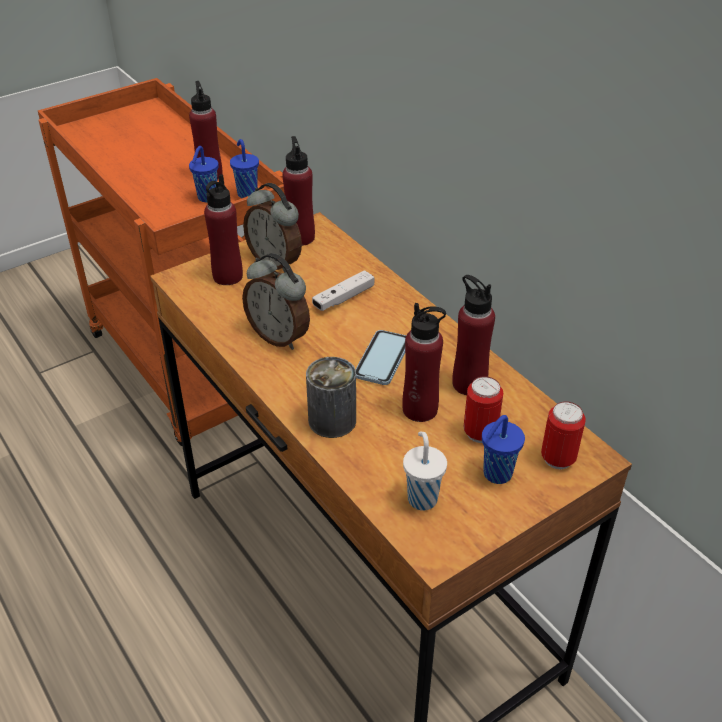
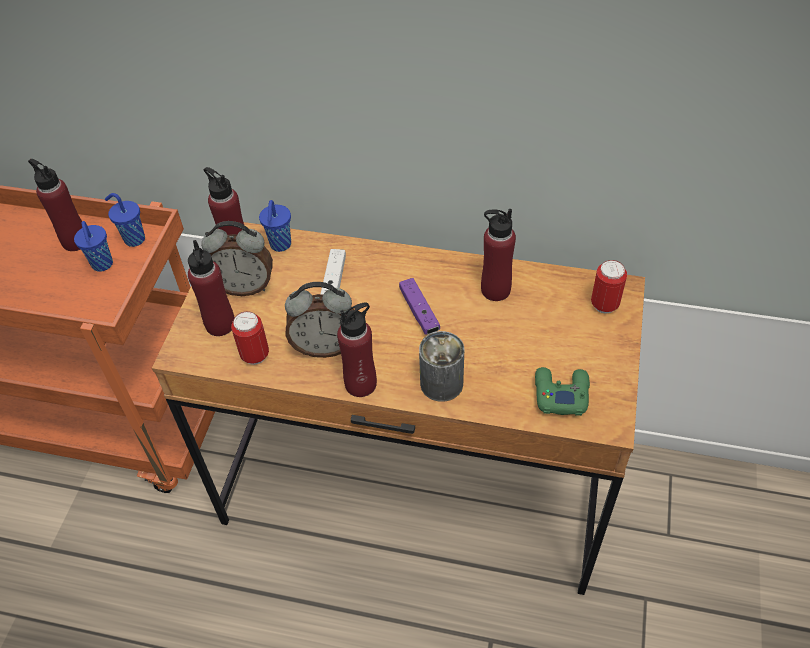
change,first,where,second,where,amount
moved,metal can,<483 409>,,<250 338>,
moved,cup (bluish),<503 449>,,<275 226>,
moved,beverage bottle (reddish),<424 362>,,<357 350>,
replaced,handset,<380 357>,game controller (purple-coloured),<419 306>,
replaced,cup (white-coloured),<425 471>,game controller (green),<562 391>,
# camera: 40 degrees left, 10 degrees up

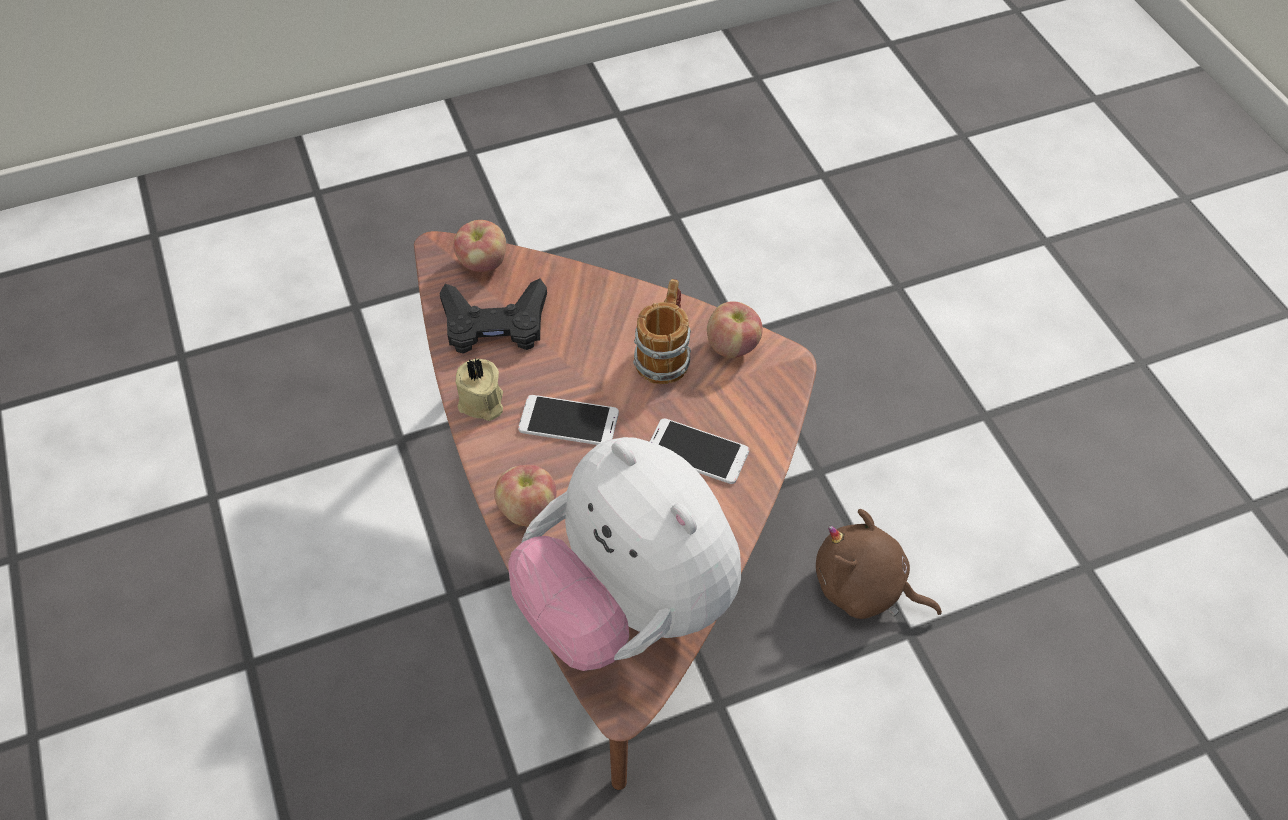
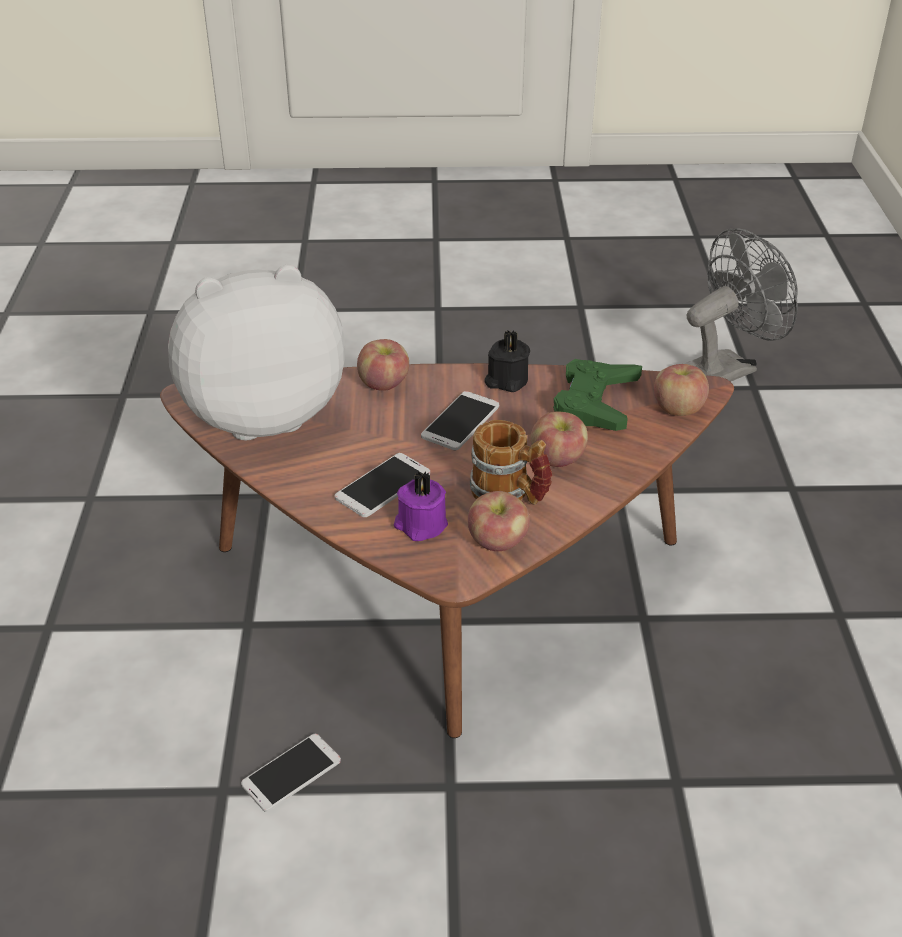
change,first,where,second,where,amount
replaced,cuddly toy (brown),<879 564>,handset,<291 773>,
added,,,candle (purple-coloured),<421 506>,
recoloured,candle (beige-coloured),<479 389>,candle (black),<507 361>,
added,,,apple fruit,<559 439>,
recoloured,game controller (black),<493 316>,game controller (green),<597 395>,
added,,,electric fan (grey),<741 305>,
# camera: 110 degrees right, 15 degrees down

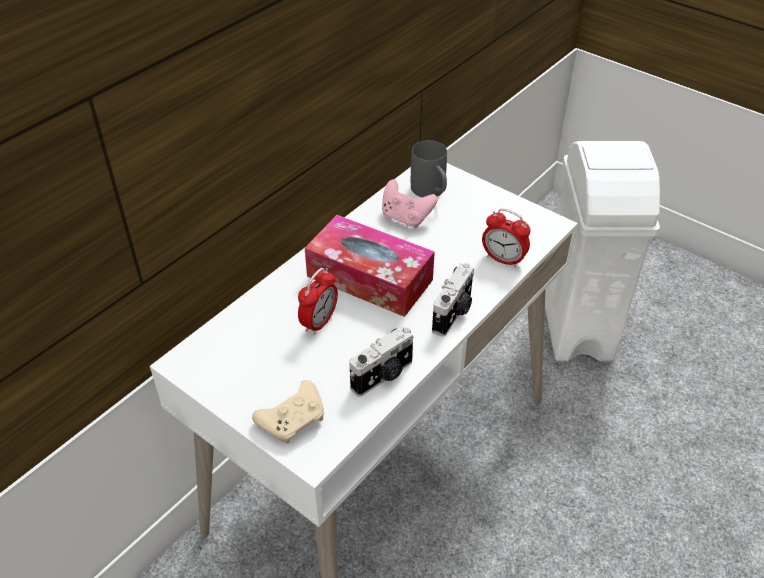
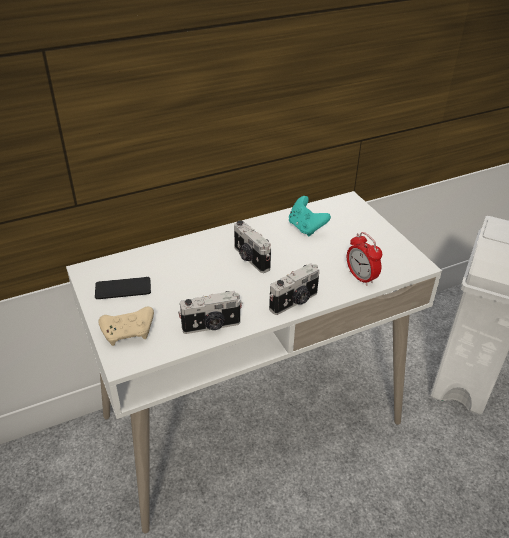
change,first,where,second,where,amount
added,,,handset,<123 288>,
replaced,tissue box,<370 266>,still camera,<252 247>,
recoloured,game controller (pink),<410 203>,game controller (turquoise),<310 216>,
removed,bedside clock,<318 301>,,,
removed,mug (grey),<429 168>,,,
# camera: 25 degrees right, 5 degrees down

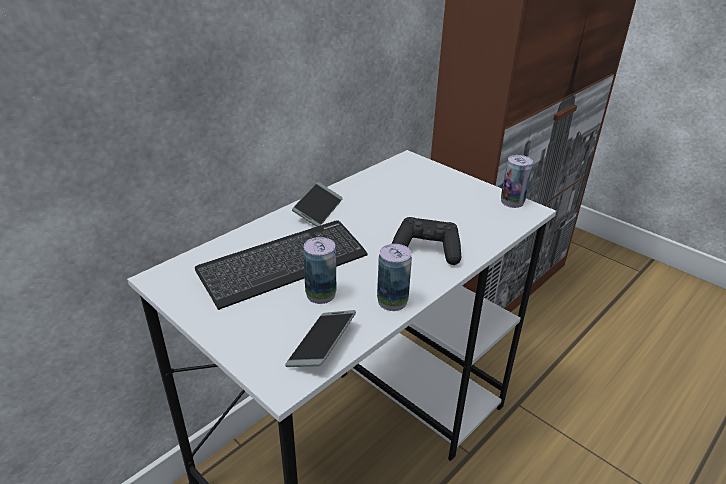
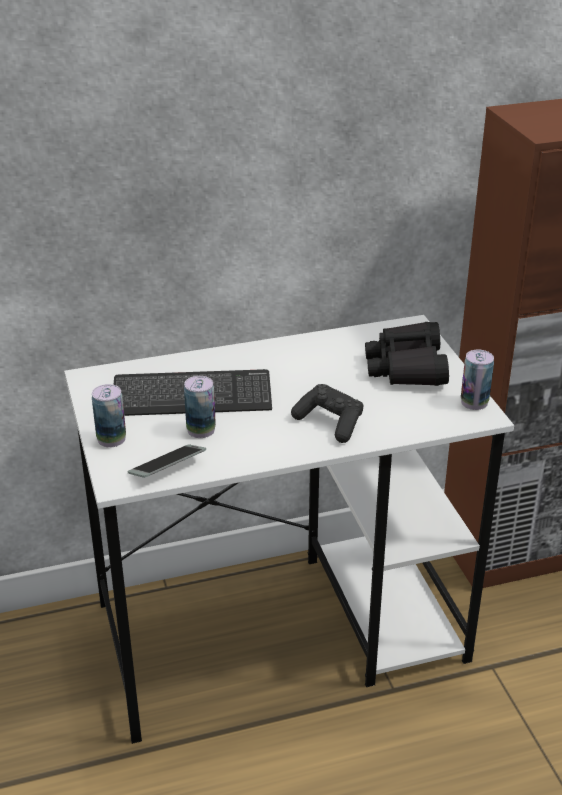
change,first,where,second,where,amount
moved,metal can,<394 277>,,<109 416>,
added,,,binoculars (black),<407 354>,
removed,handset,<317 204>,,,
# camera: 30 degrees right, 0 degrees up

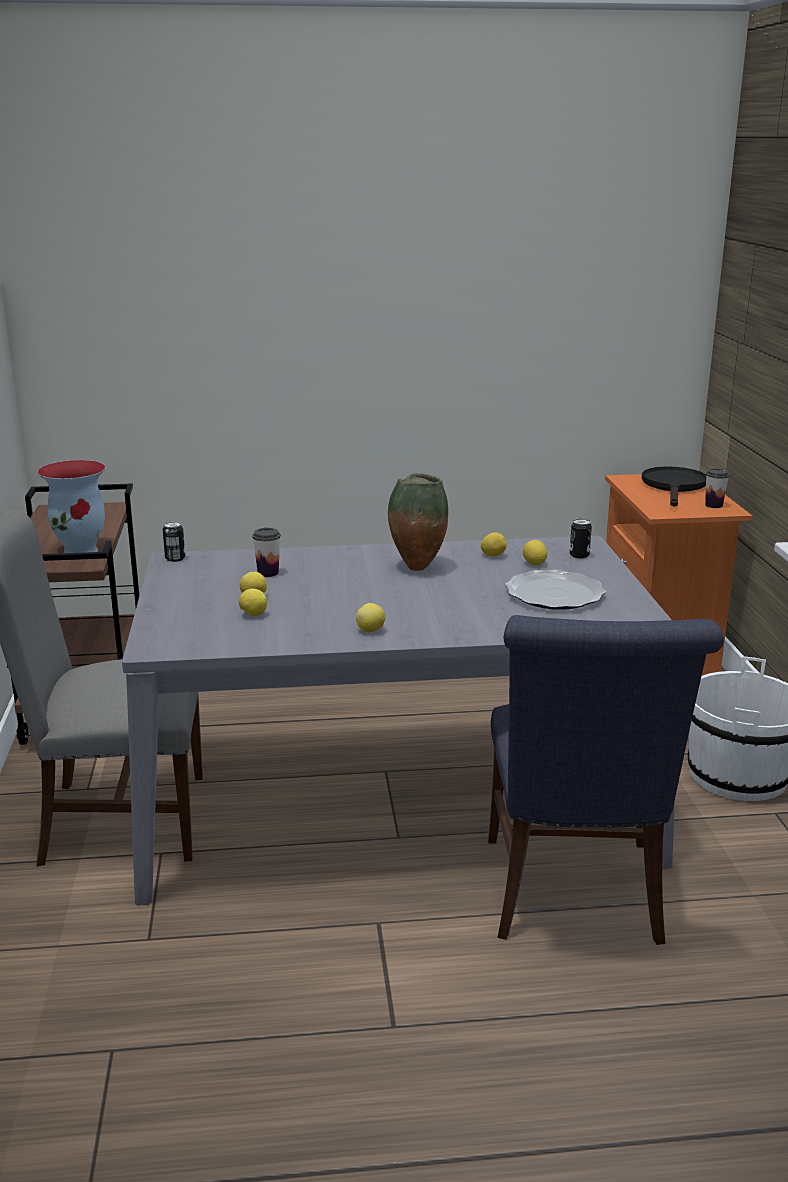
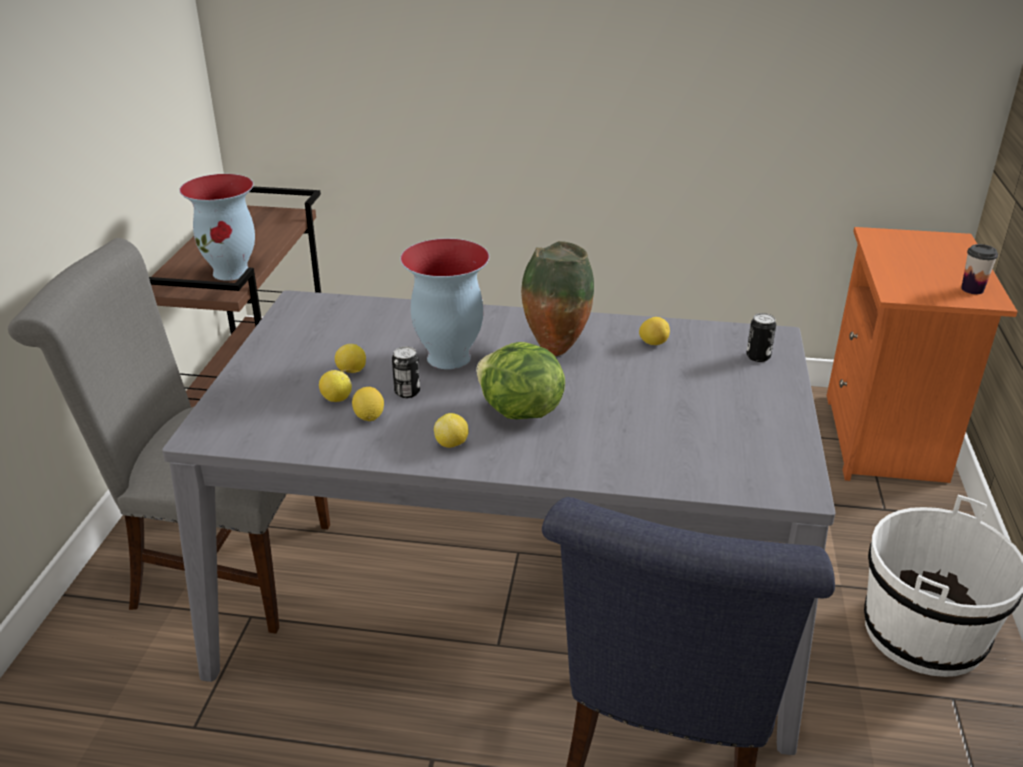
change,first,where,second,where,amount
moved,lemon,<535 552>,,<368 404>,
moved,metal can,<174 541>,,<406 372>,
added,,,decorative vase,<444 304>,
added,,,lettuce head,<520 380>,
removed,cup,<266 552>,,,
removed,plate,<555 590>,,,
removed,skillet (black),<674 486>,,,
# camera: 15 degrees right, 10 degrees up

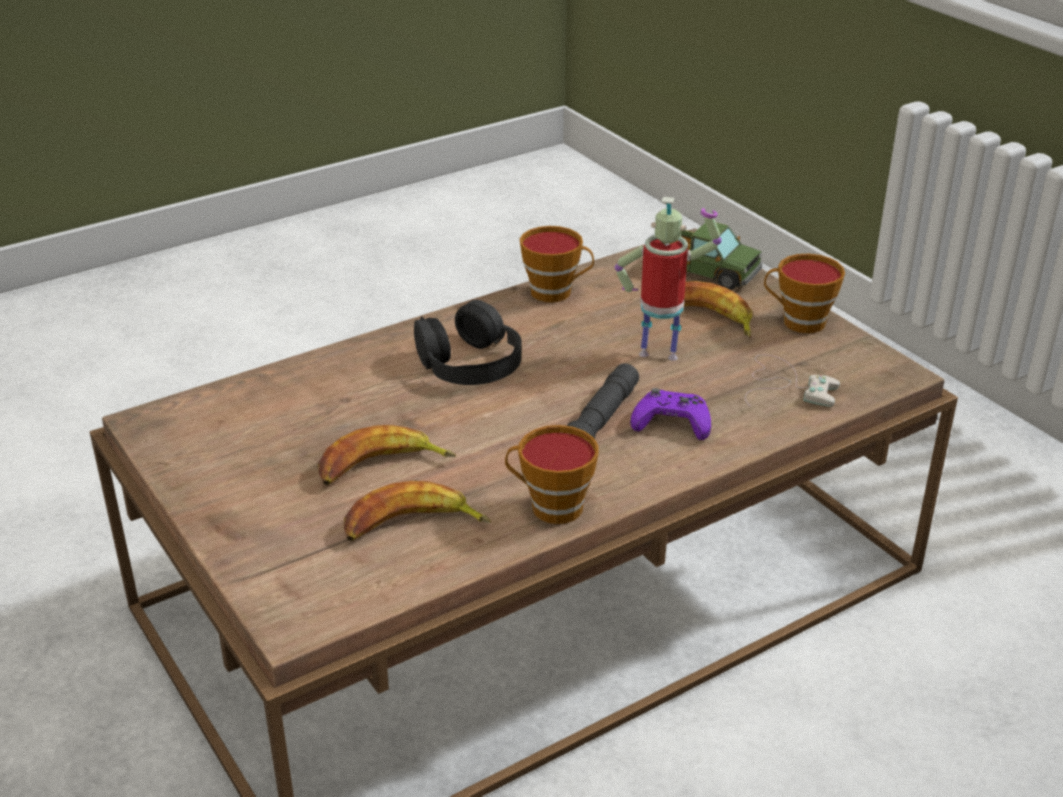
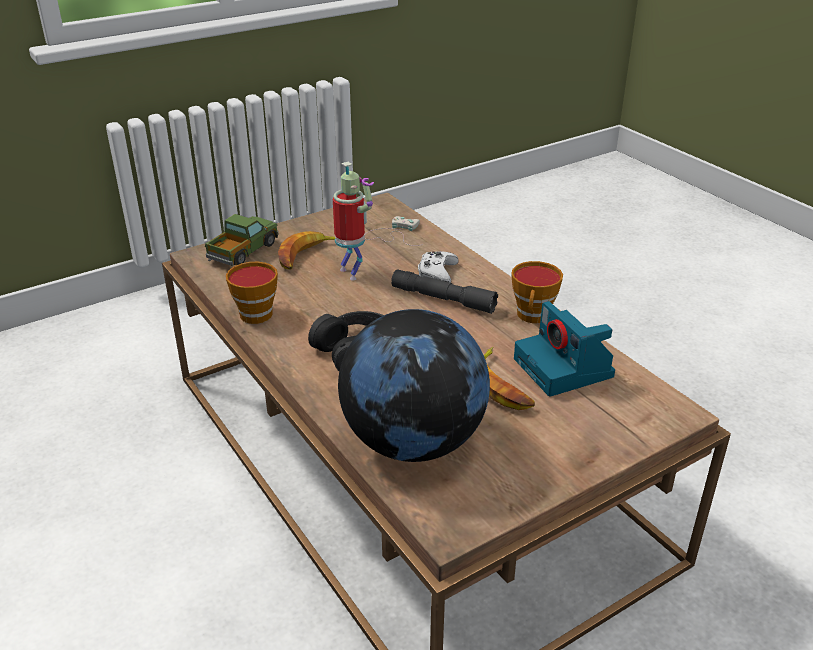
change,first,where,second,where,amount
turned,robot figure,<668 279>,,<353 221>,135 degrees clockwise
added,,,globe,<414 385>,
recoloured,game controller (purple-coloured),<670 414>,game controller (white-coloured),<438 267>,
replaced,banana fruit,<417 511>,still camera,<564 349>,
removed,cup,<804 293>,,,
# camera: 90 degrees left, 0 degrees up

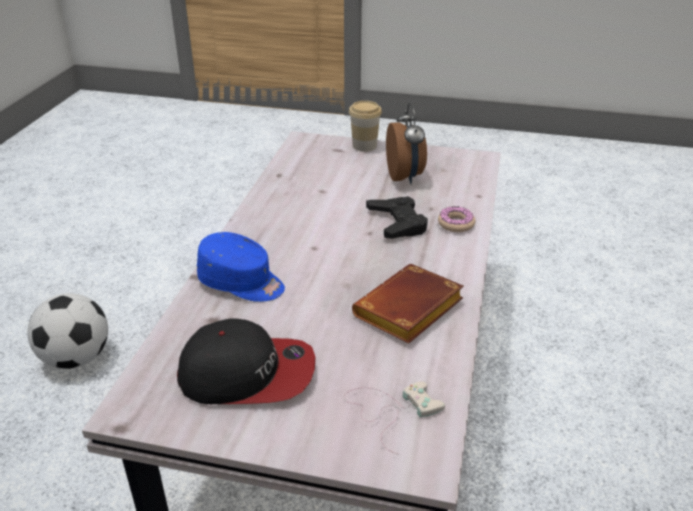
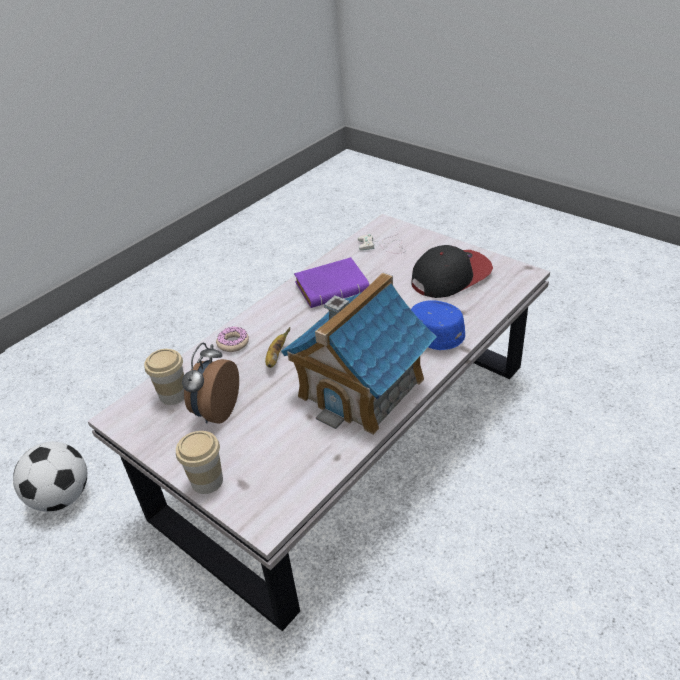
change,first,where,second,where,amount
moved,ball for football,<67 331>,,<50 477>,
added,,,cup,<164 377>,
replaced,game controller (black),<397 217>,banana fruit,<277 347>,
added,,,toy house,<358 354>,
recoloured,volume (brown),<408 304>,volume (purple-coloured),<331 282>,
turned,peaked cap,<246 361>,,<452 271>,120 degrees clockwise
# camera: 150 degrees left, 5 degrees up

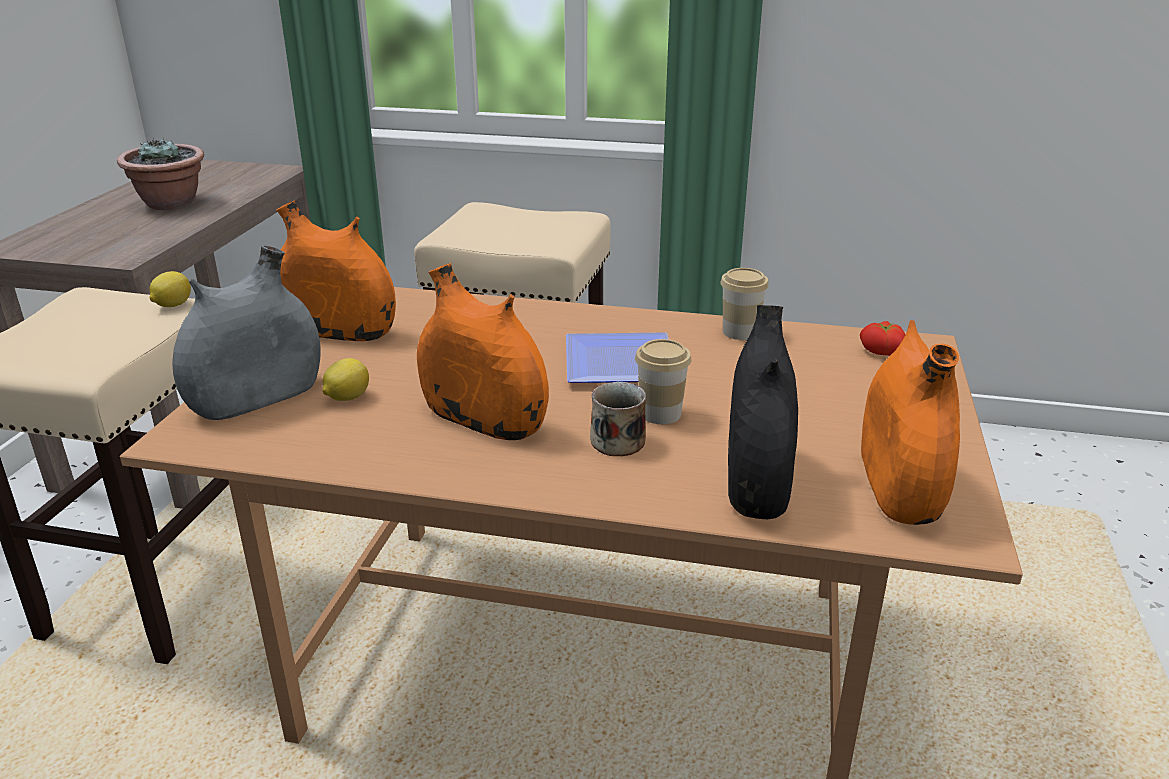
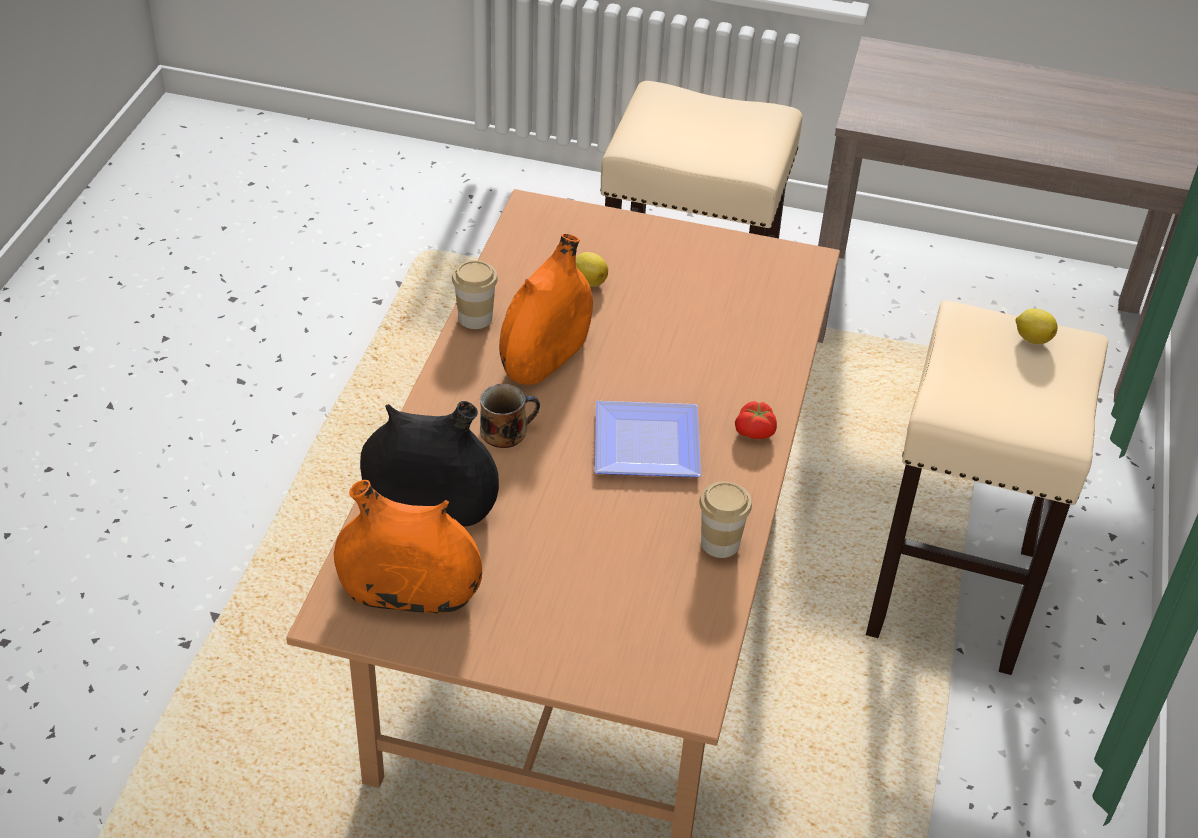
change,first,where,second,where,amount
moved,cup,<663 381>,,<475 294>,
moved,tomato,<882 338>,,<756 420>,
moved,lemon,<170 289>,,<1036 326>,
removed,plant in a pot,<160 174>,,,
removed,decorative vase (grey),<246 333>,,,
removed,decorative vase (orange),<336 270>,,,
# camera: 90 degrees right, 15 degrees up

